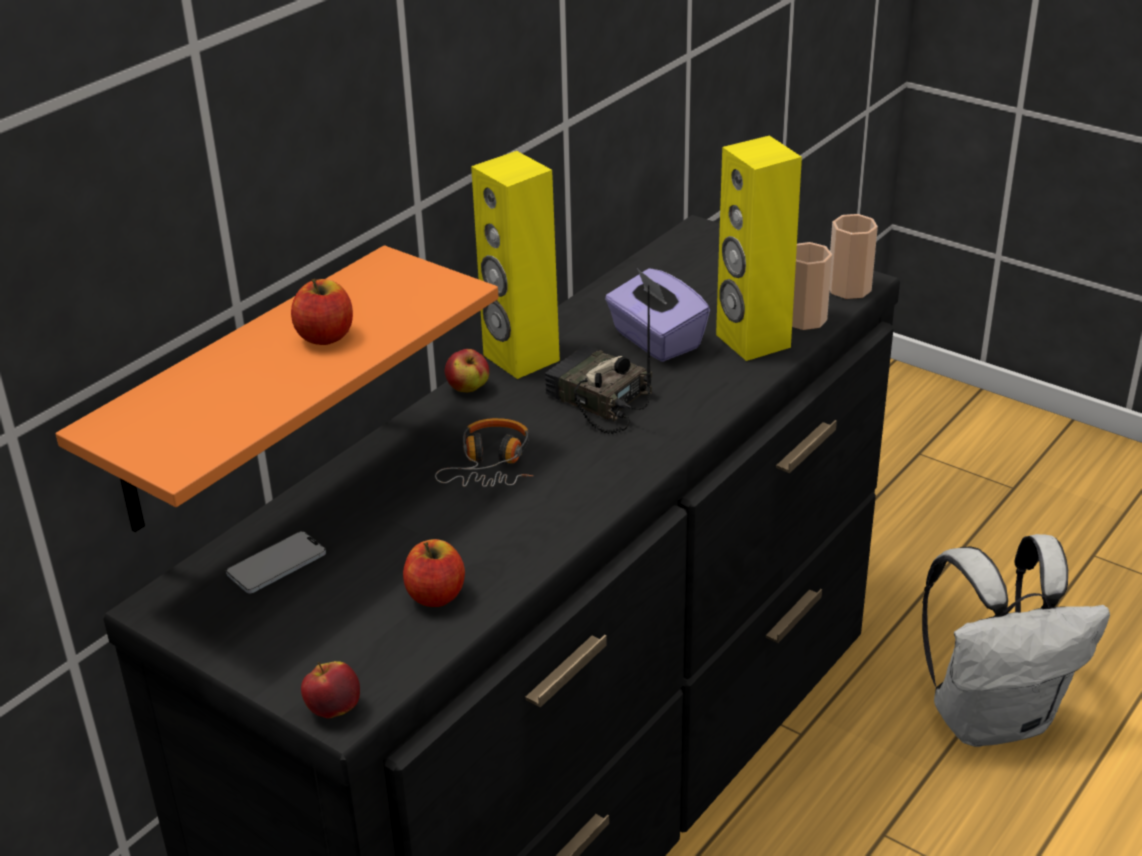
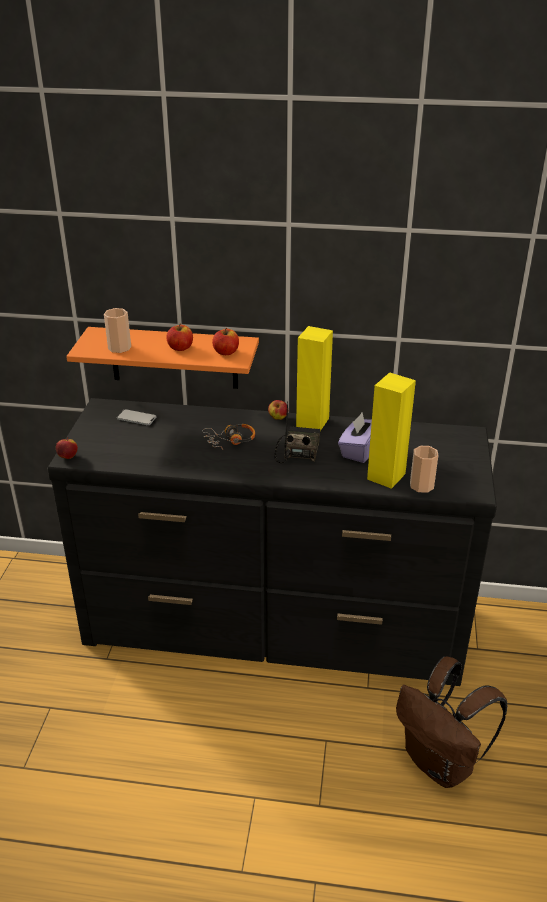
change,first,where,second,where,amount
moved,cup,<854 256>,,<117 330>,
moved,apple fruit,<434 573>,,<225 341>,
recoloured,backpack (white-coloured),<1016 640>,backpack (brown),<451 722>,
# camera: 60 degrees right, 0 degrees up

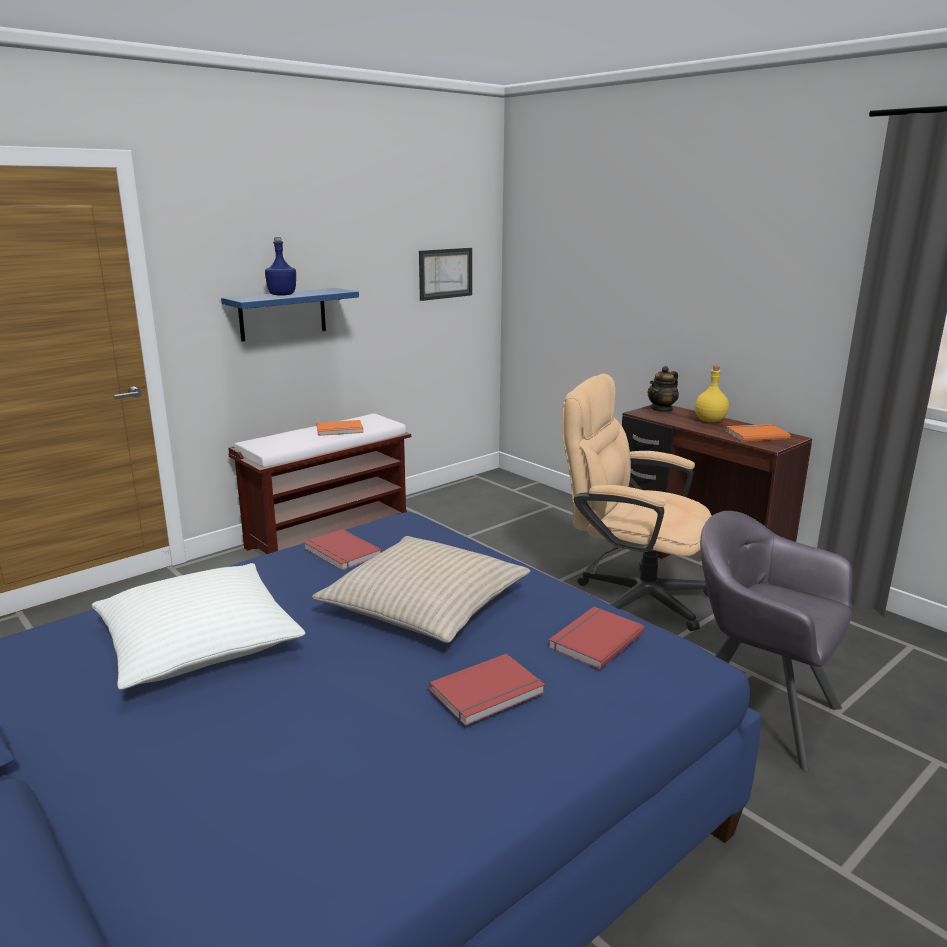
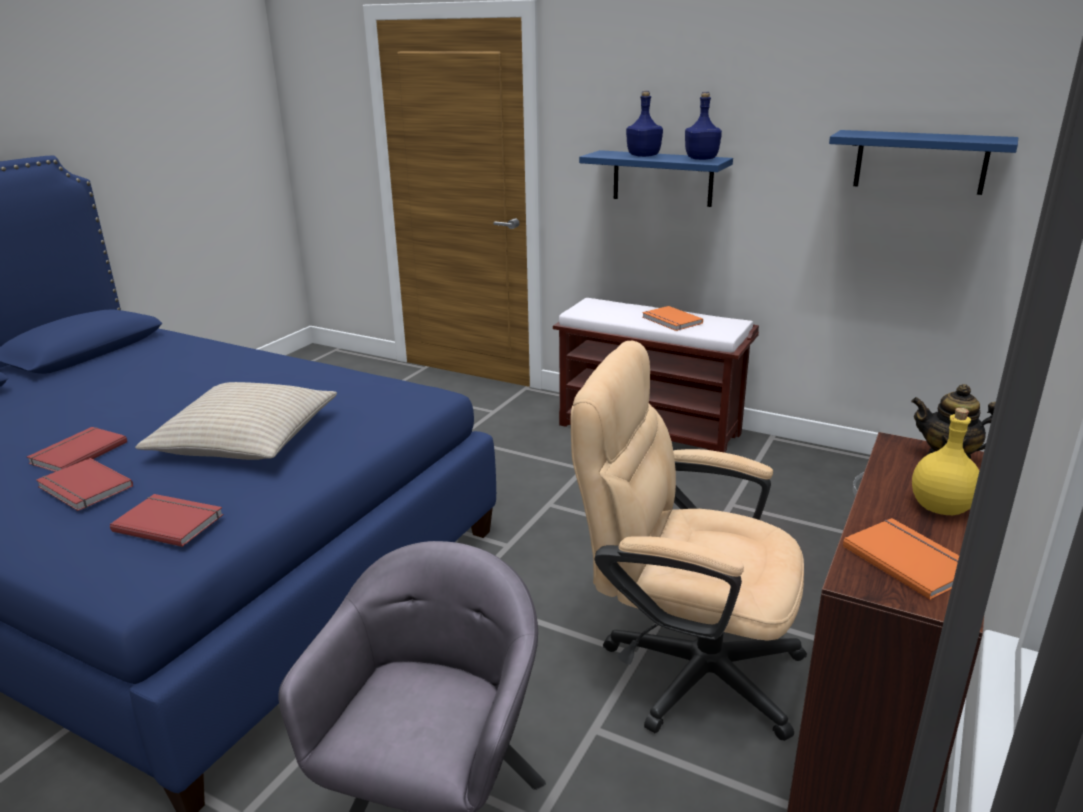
change,first,where,second,where,amount
moved,volume (reddish),<342 549>,,<77 449>,
turned,computer chair (beige-coloured),<637 502>,,<688 541>,75 degrees counterclockwise
added,,,beverage bottle (bluish),<703 126>,
replaced,wall art,<445 274>,bracket shelf (bluish),<923 162>,
removed,pillow (white-coloured),<198 626>,,,
# camera: 70 degrees right, 5 degrees up

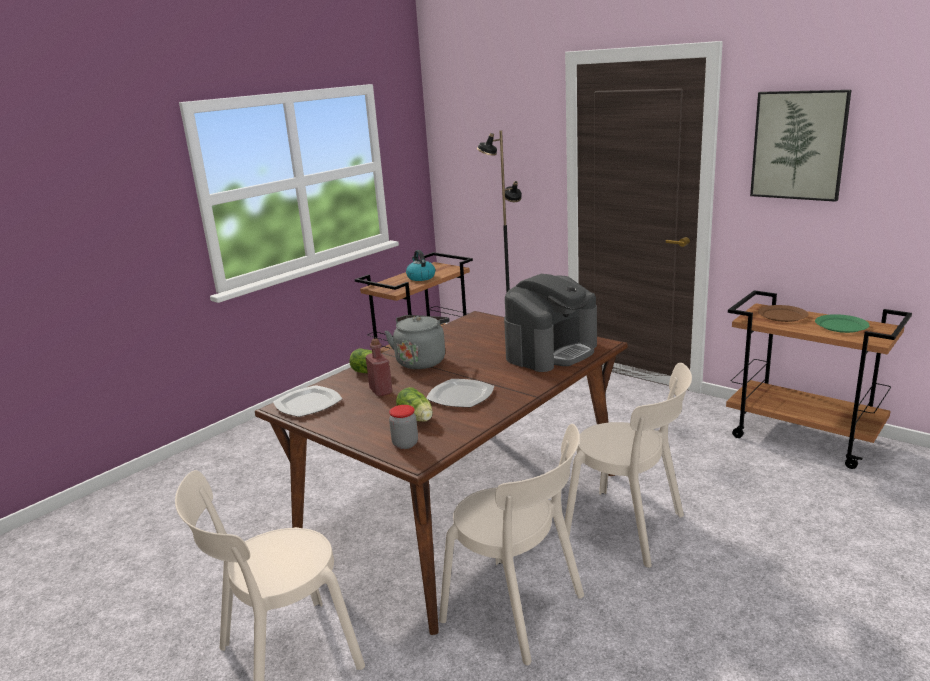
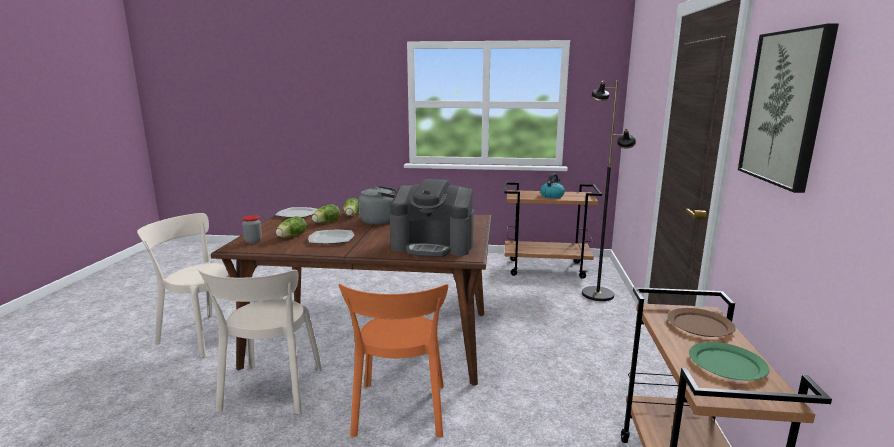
change,first,where,second,where,amount
replaced,beverage bottle (reddish),<379 367>,lettuce head,<326 213>,
recoloured,upright chair (beige-coloured),<628 465>,upright chair (orange),<393 361>,
# camera: 55 degrees right, 5 degrees down

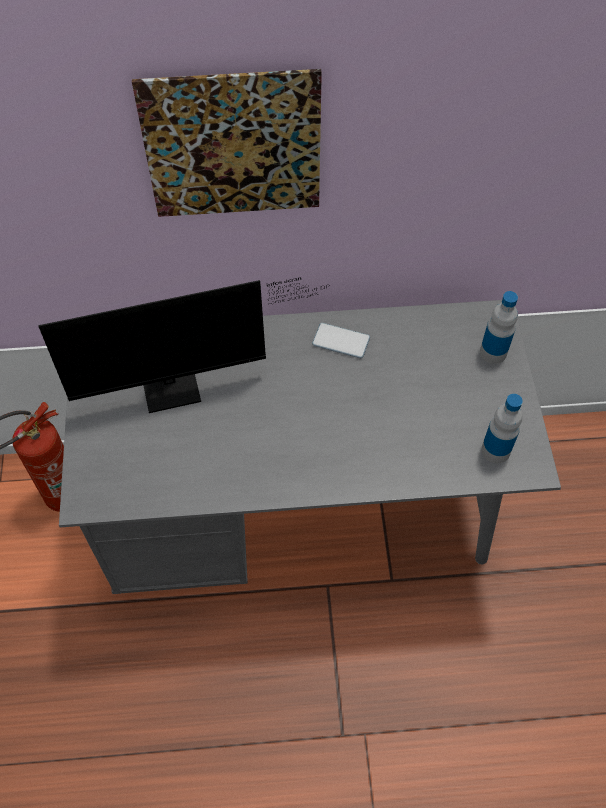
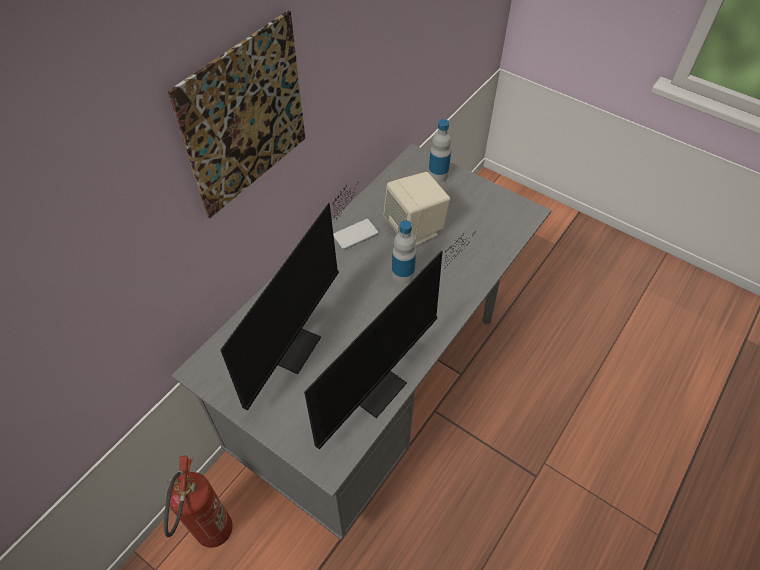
change,first,where,second,where,amount
added,,,computer screen,<386 341>,
added,,,speaker (beige-coloured),<416 209>,
moved,beverage bottle,<502 428>,,<404 252>,
# camera: 50 degrees left, 5 degrees down

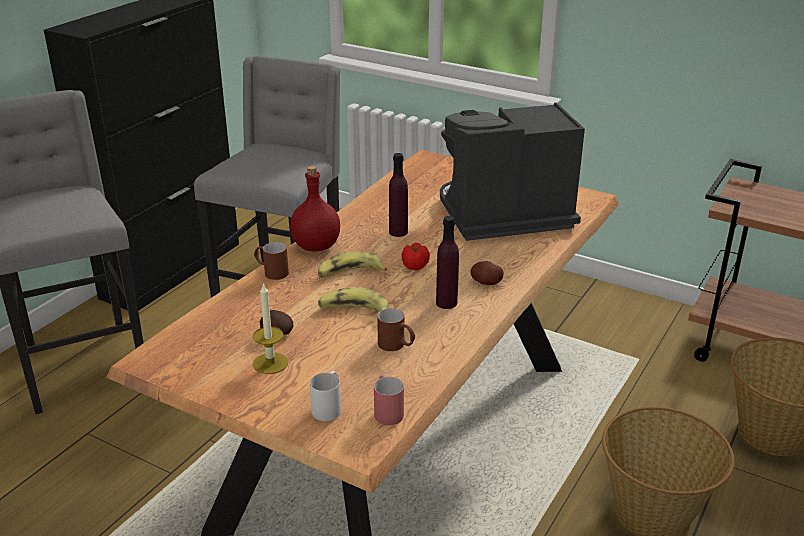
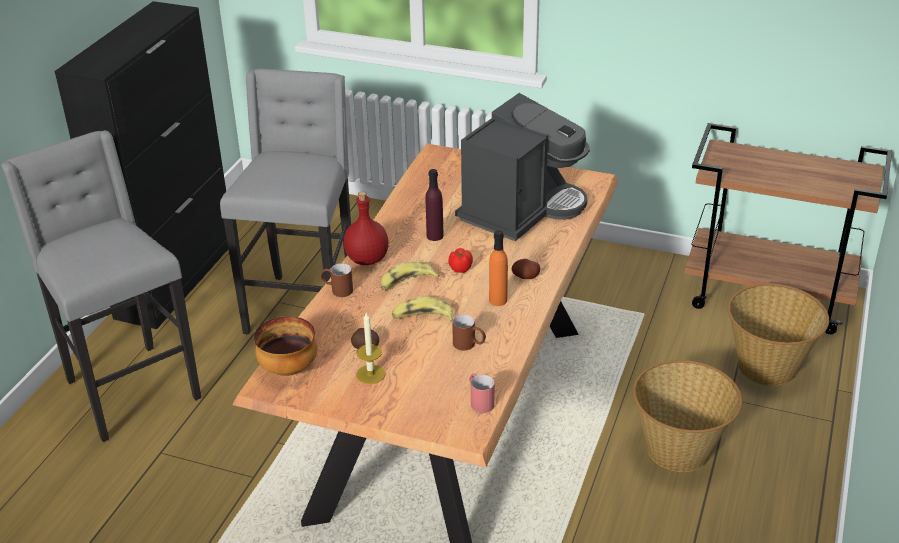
change,first,where,second,where,amount
added,,,bowl,<285 346>,
turned,coffee maker,<512 171>,,<522 167>,150 degrees clockwise
recoloured,beverage bottle (purple-coloured),<447 262>,beverage bottle (orange),<498 268>,
removed,mug (white-coloured),<325 396>,,,
# camera: 10 degrees left, 5 degrees up

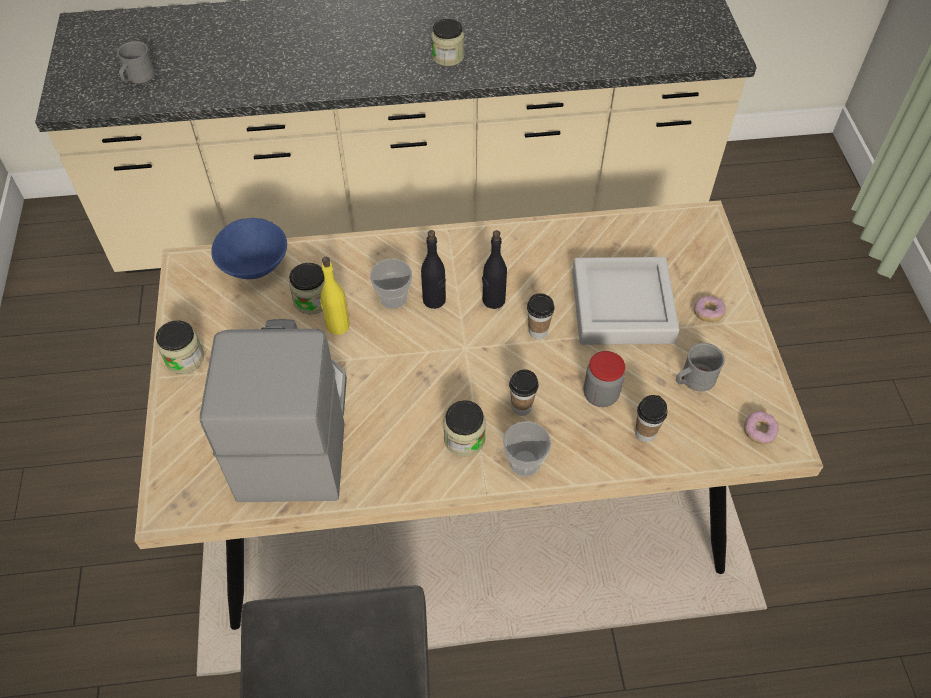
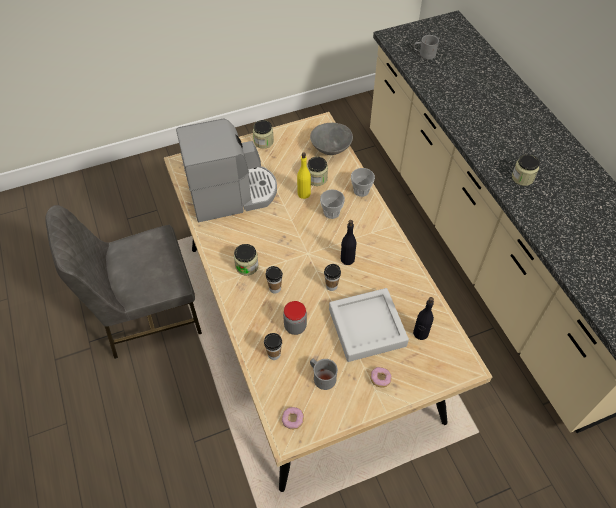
change,first,where,second,where,amount
recoloured,bowl (bluish),<249 248>,bowl (grey),<331 139>,
moved,cup,<527 449>,,<363 182>,
moved,beverage bottle (black),<433 269>,,<423 318>,
# camera: 75 degrees right, 0 degrees up

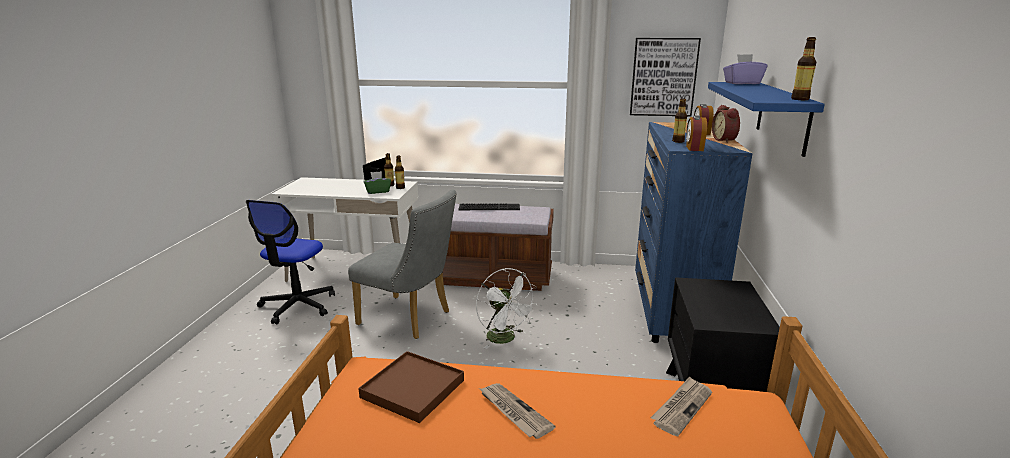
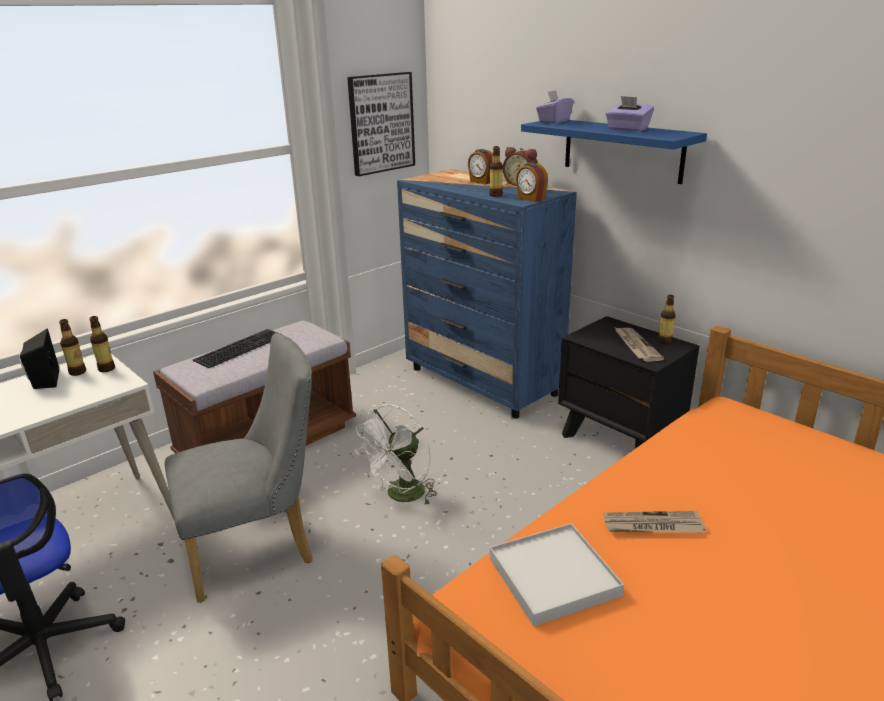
change,first,where,second,where,amount
turned,electric fan (white-coloured),<507 308>,,<395 455>,120 degrees clockwise
recoloured,tray (brown),<411 387>,tray (white-coloured),<557 574>,
added,,,tissue box (purple-coloured),<630 114>,
moved,newspaper,<681 406>,,<639 344>,
moved,beverage bottle,<803 68>,,<667 319>,
removed,tissue box (green),<377 182>,,,
# camera: 50 degrees left, 5 degrees up

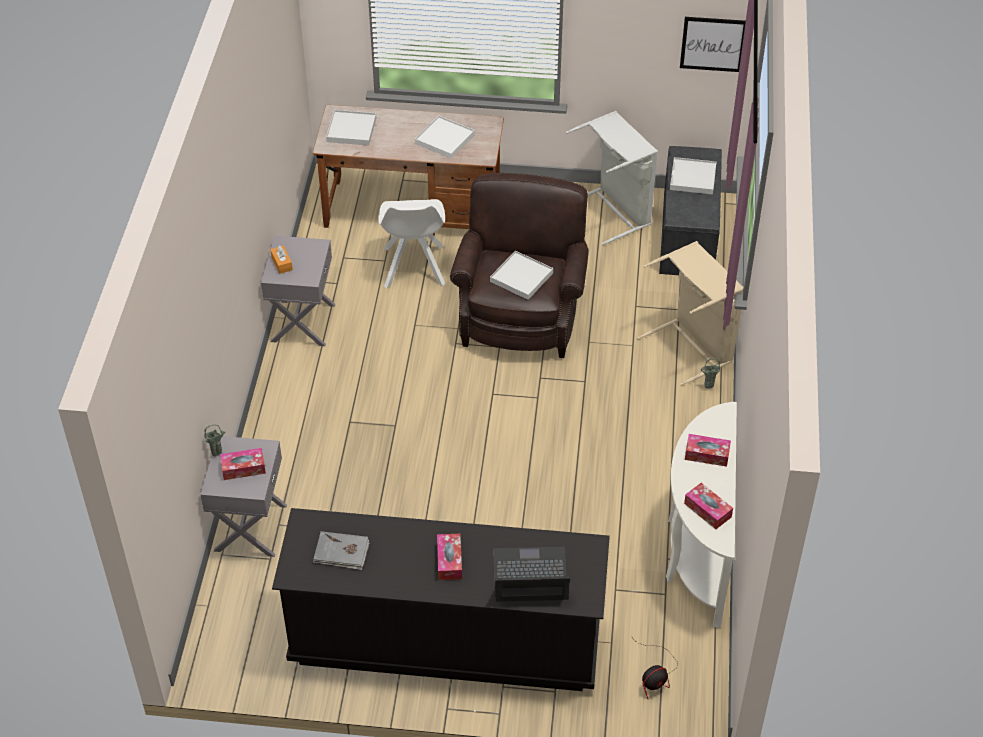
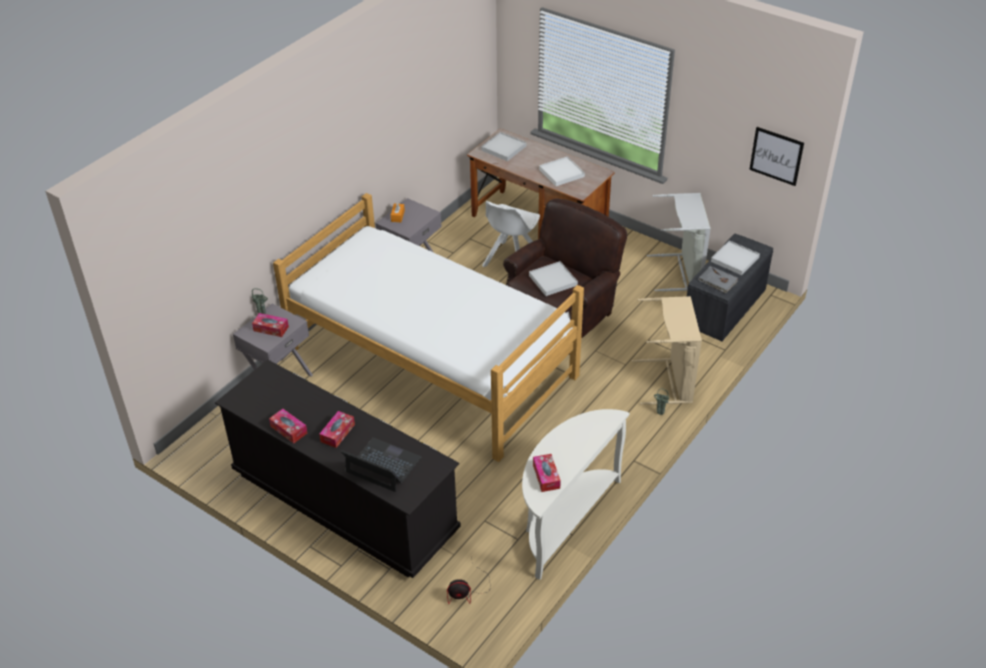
change,first,where,second,where,amount
moved,tissue box,<708 450>,,<288 426>,
added,,,sleeping bed,<428 327>,
moved,volume (grey),<341 550>,,<718 279>,
# camera: 30 degrees right, 5 degrees down

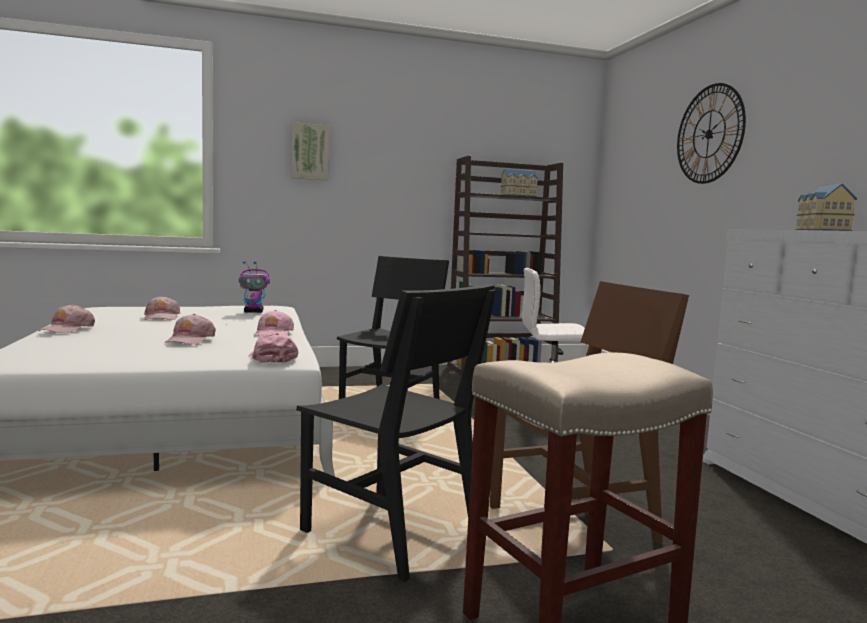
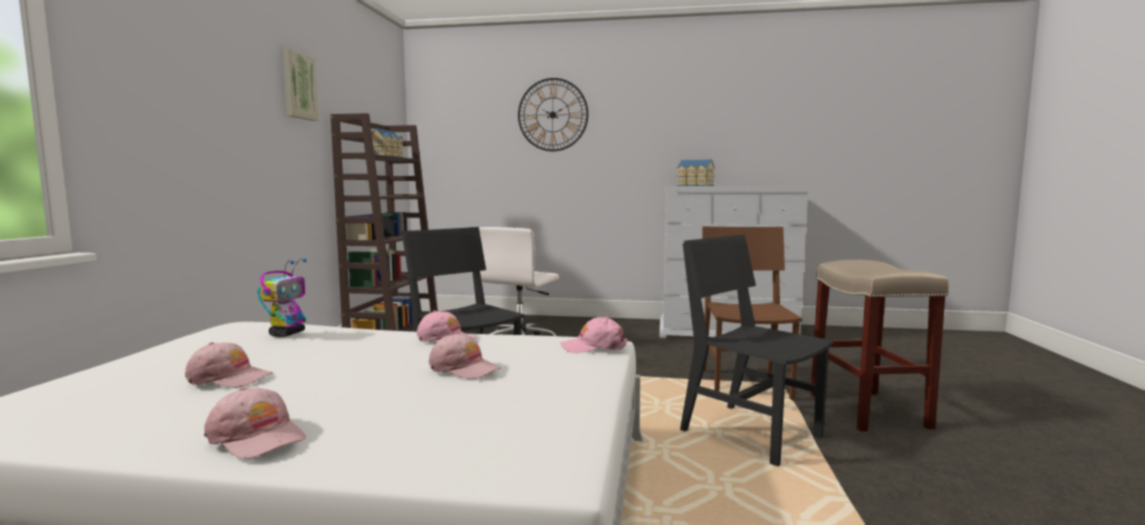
change,first,where,second,where,amount
moved,wall art,<310 151>,,<301 84>,
turned,upright chair (black),<396 433>,,<756 350>,105 degrees counterclockwise
# camera: 65 degrees left, 0 degrees up

